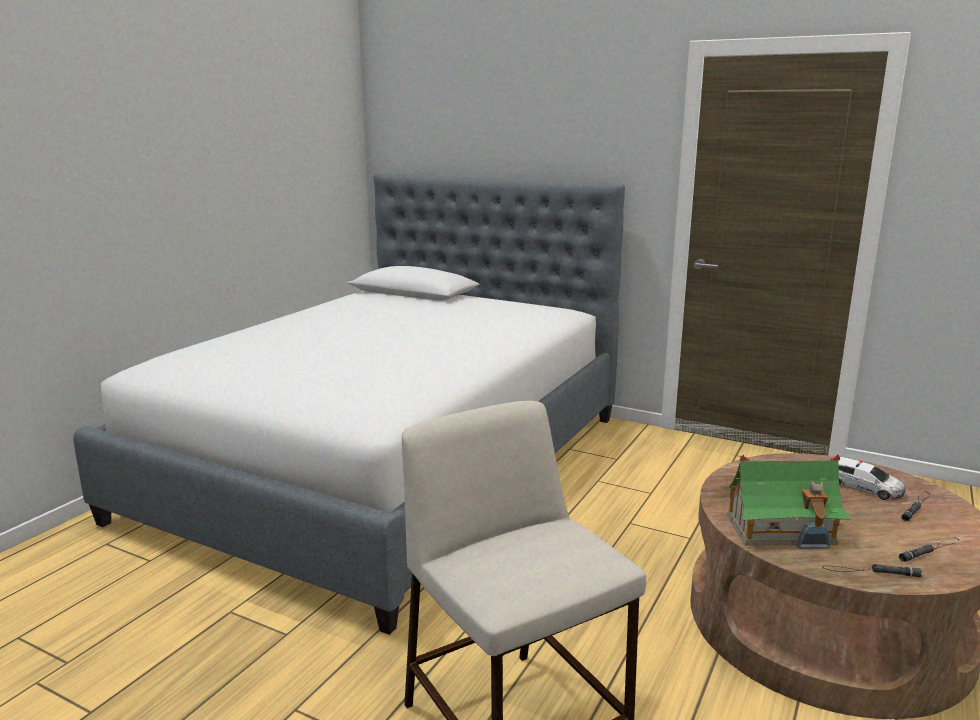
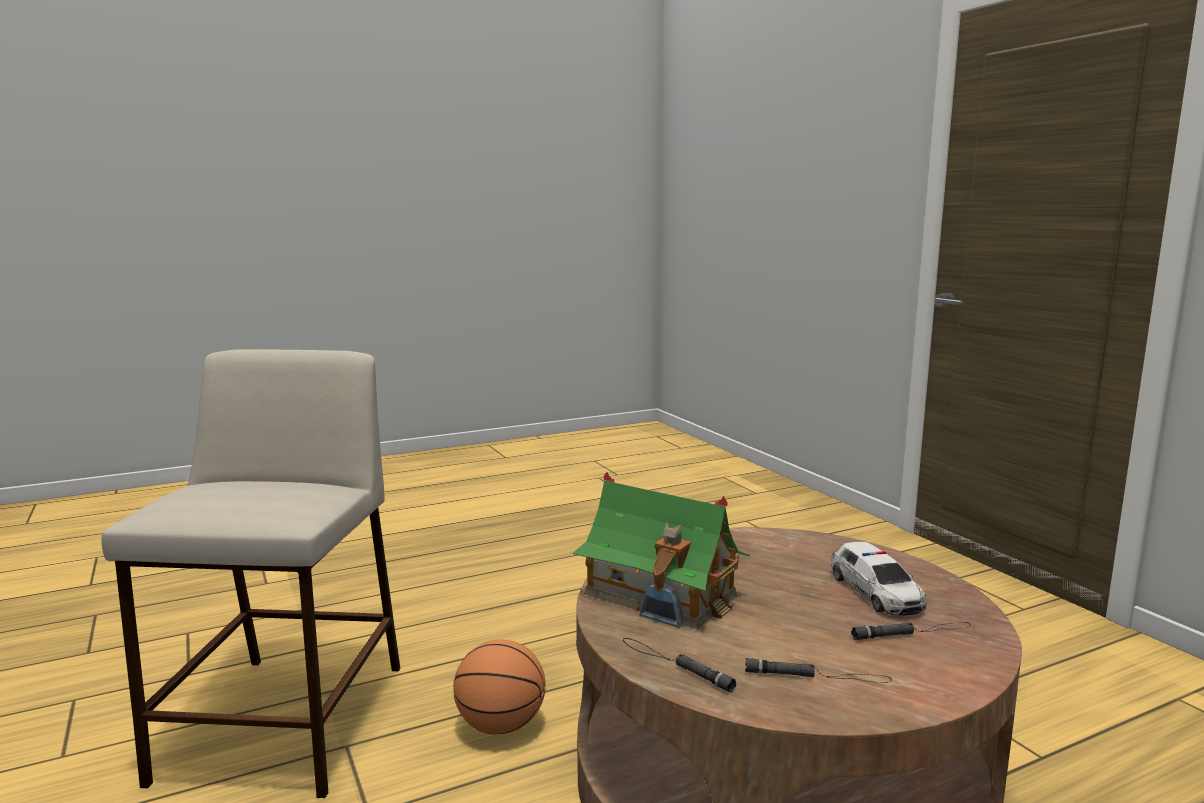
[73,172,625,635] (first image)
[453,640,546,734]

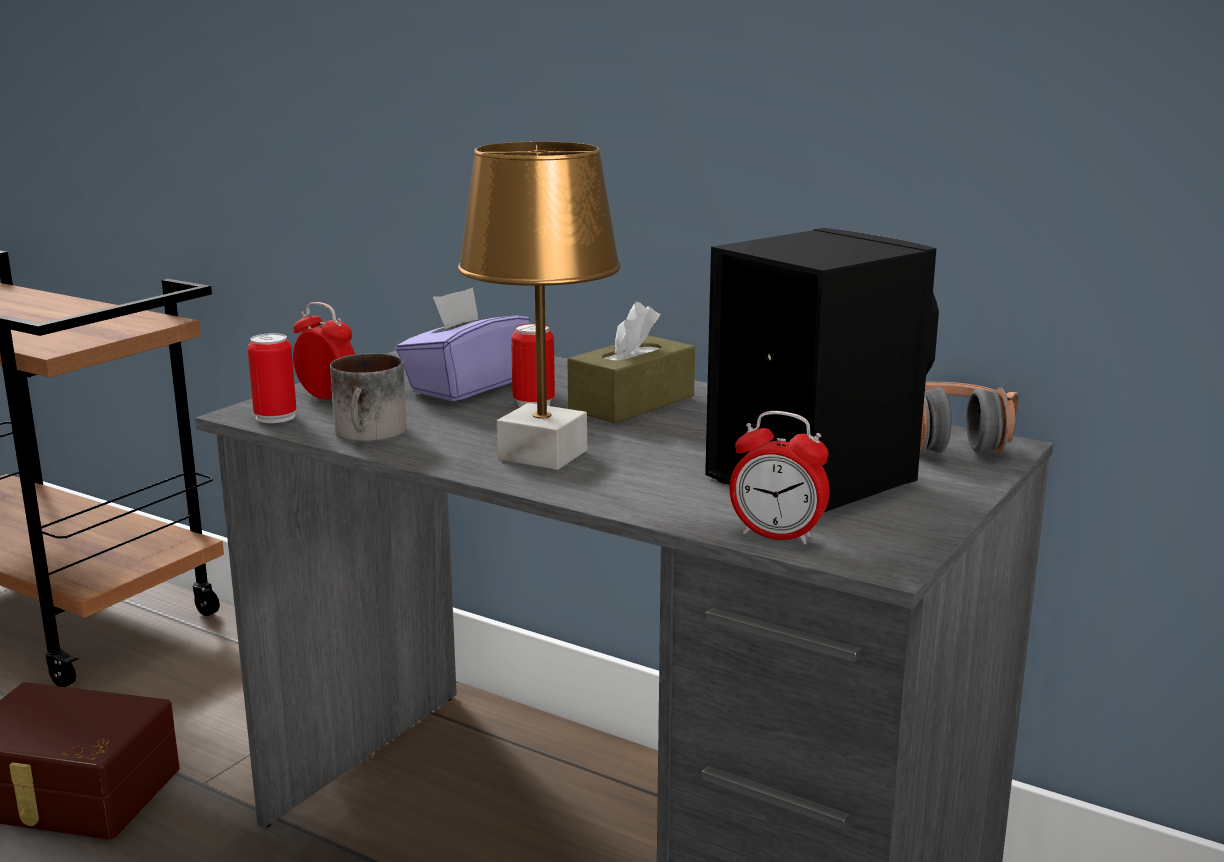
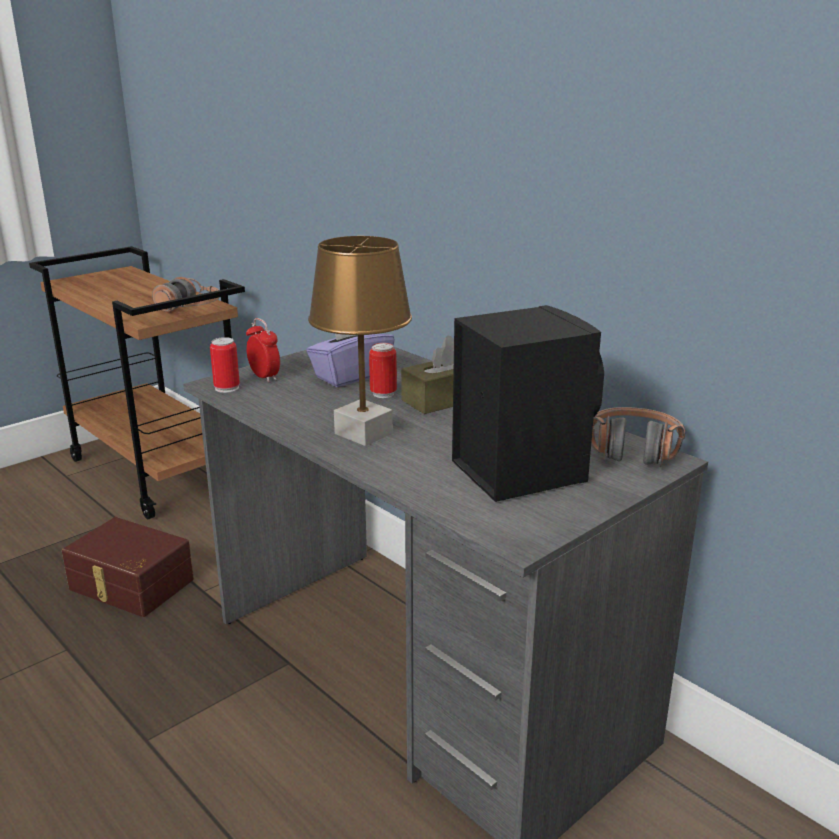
[330,353,407,442] (first image)
[730,411,830,545] (first image)
[152,277,220,312]

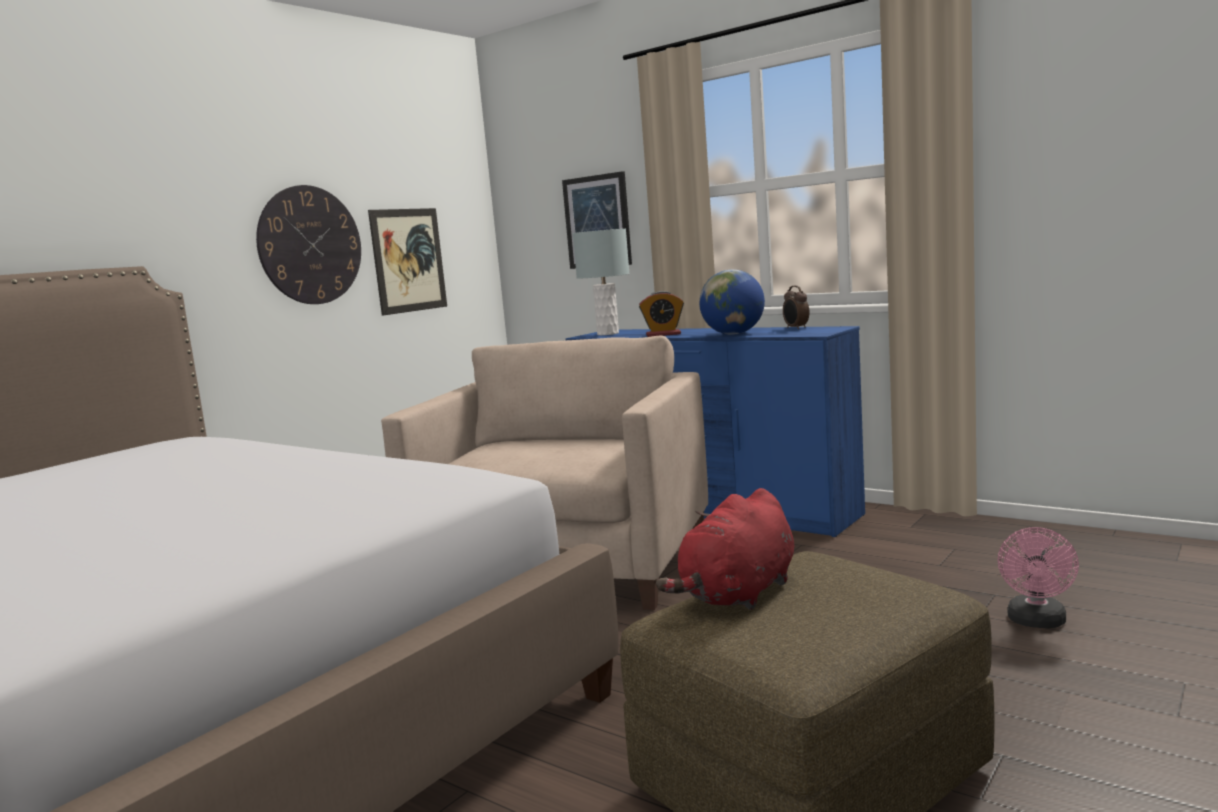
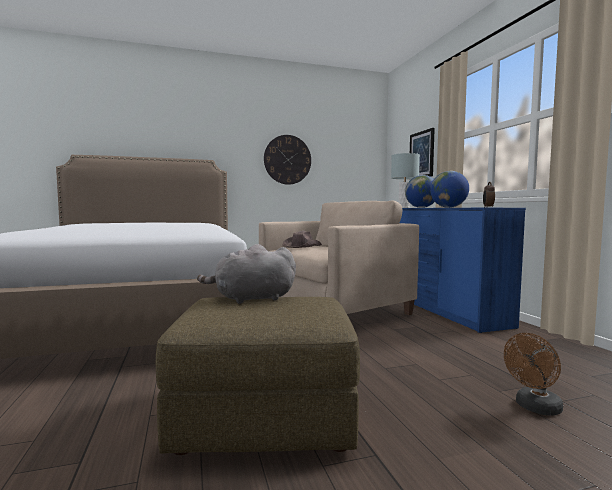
[368,208,447,316] (first image)
[282,231,322,248]
[405,175,435,208]
[197,244,296,304]
[504,333,563,416]

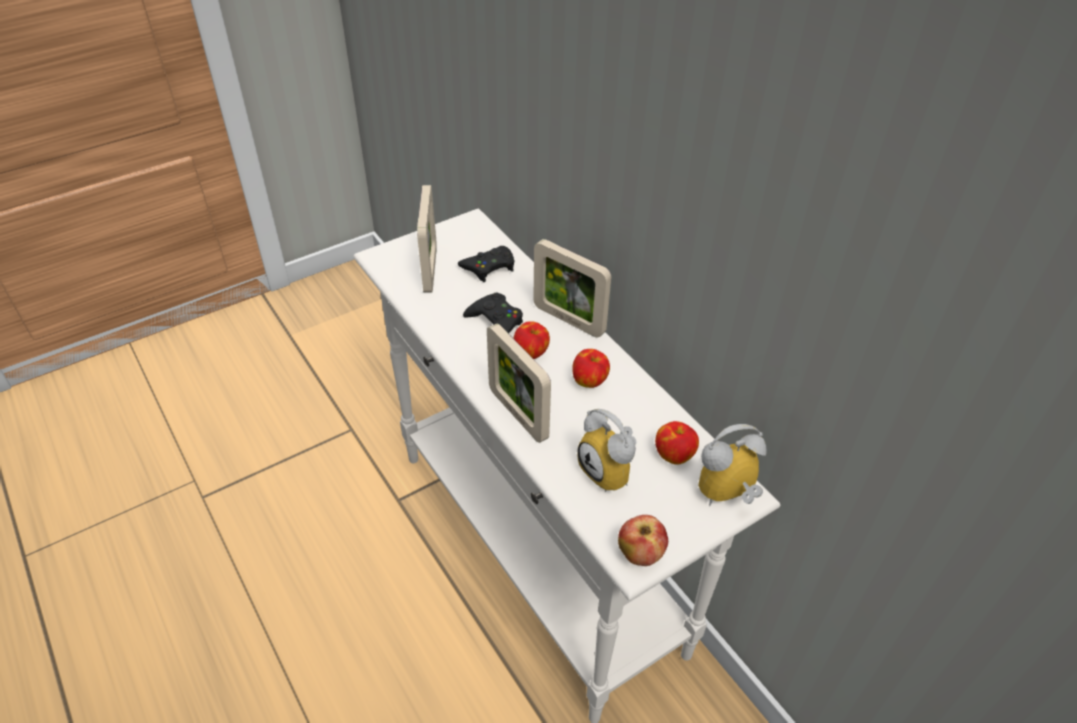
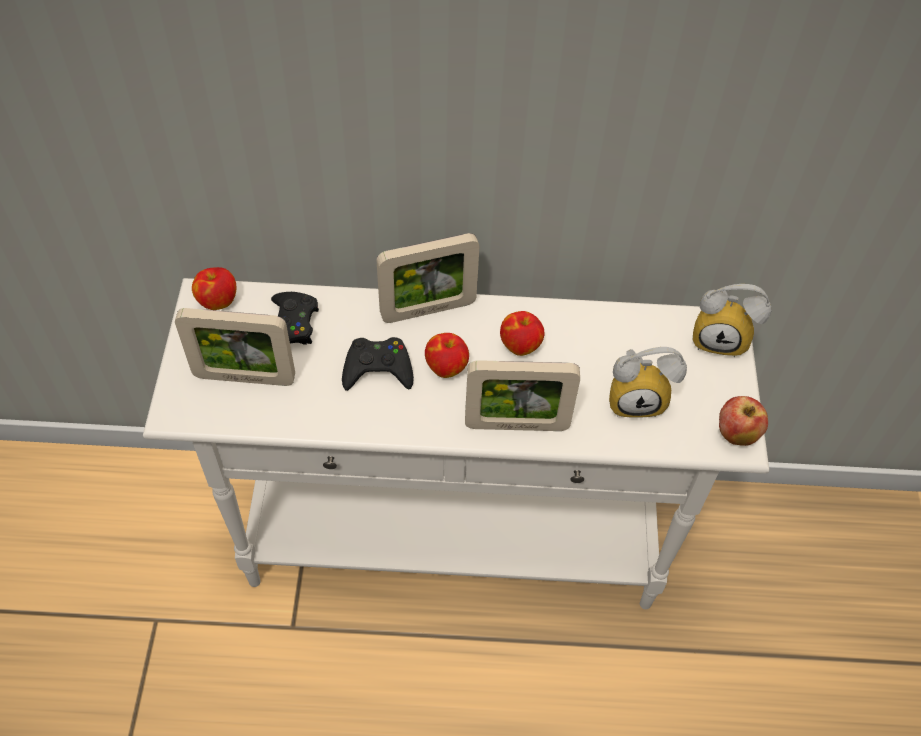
[192,267,237,310]
[175,308,295,386]
[693,284,772,358]

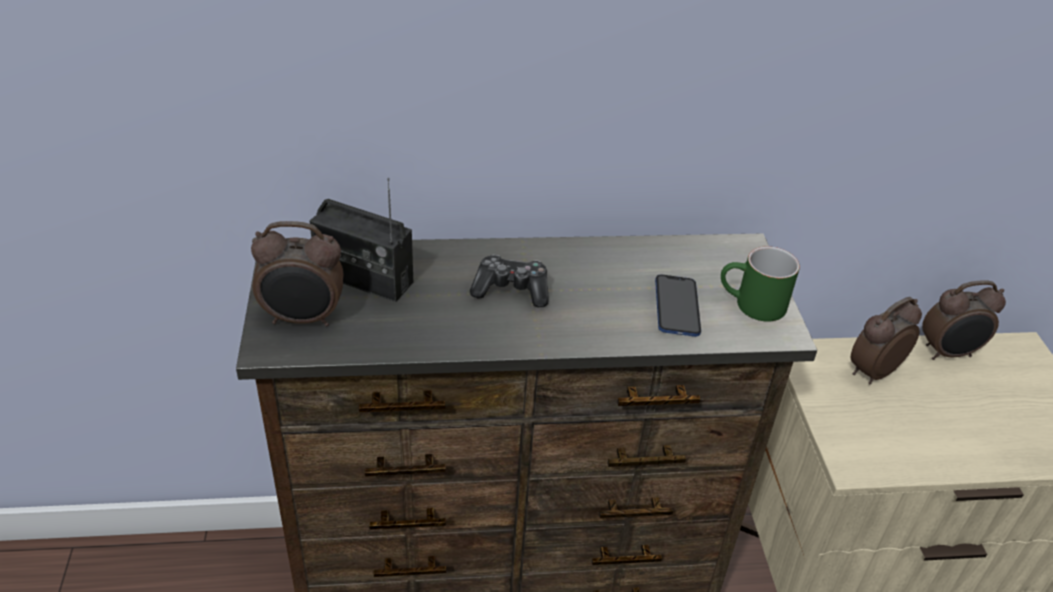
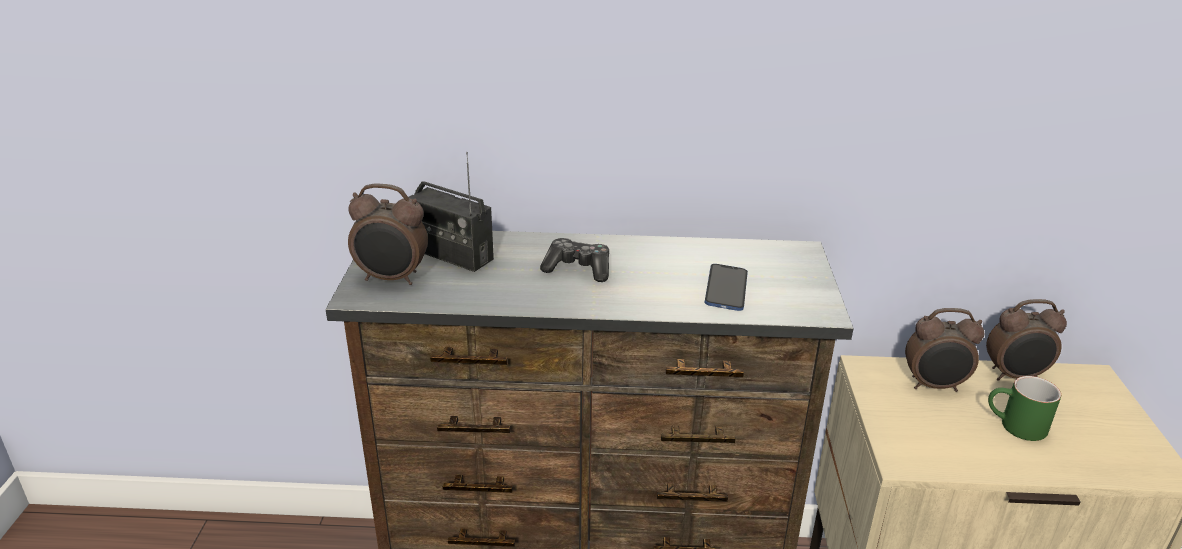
[988,376,1061,441]
[905,308,985,392]

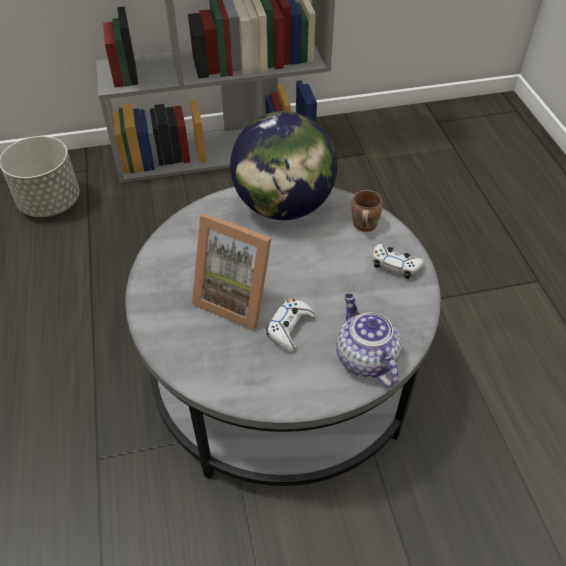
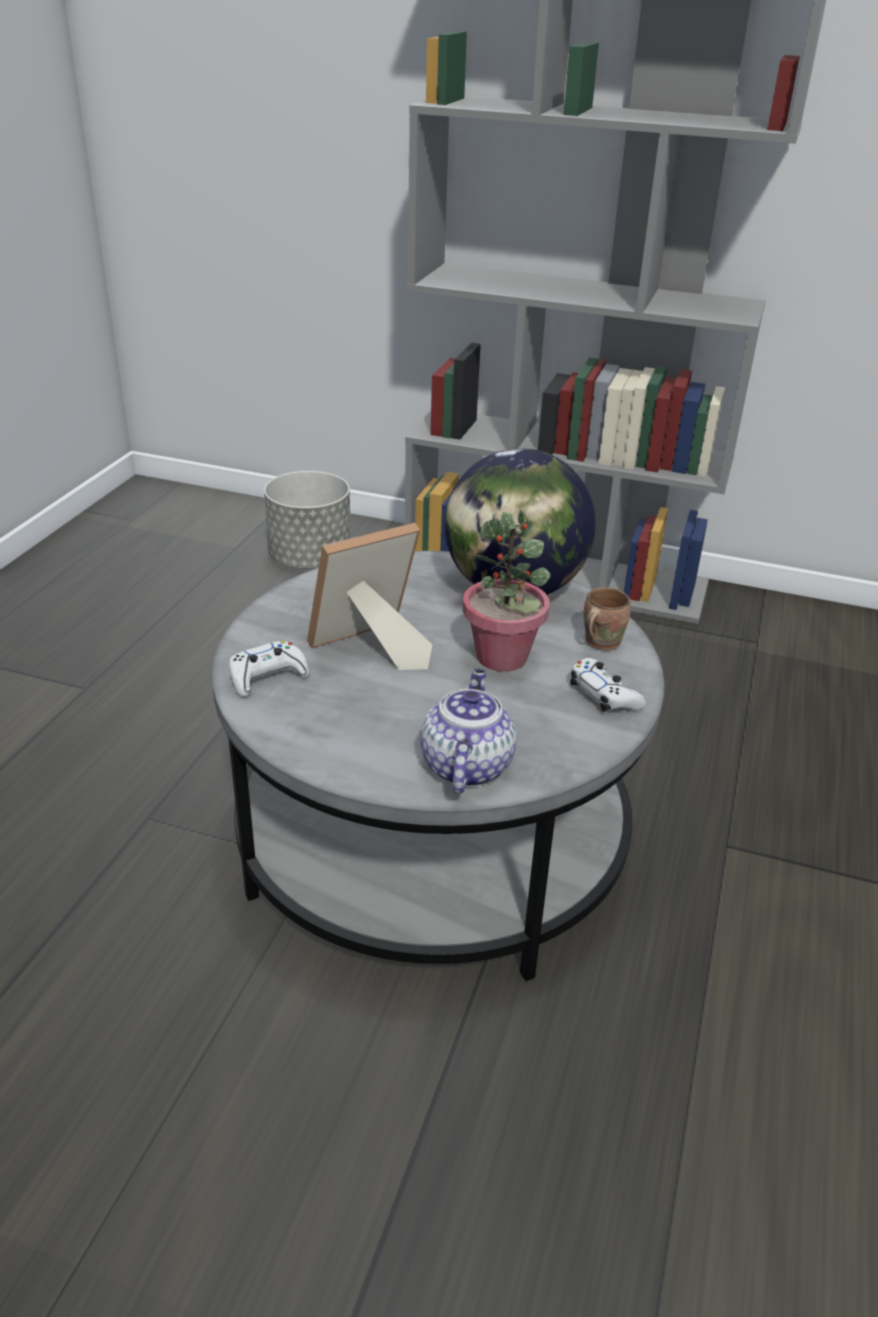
[463,510,551,672]
[229,640,309,697]
[307,523,432,670]

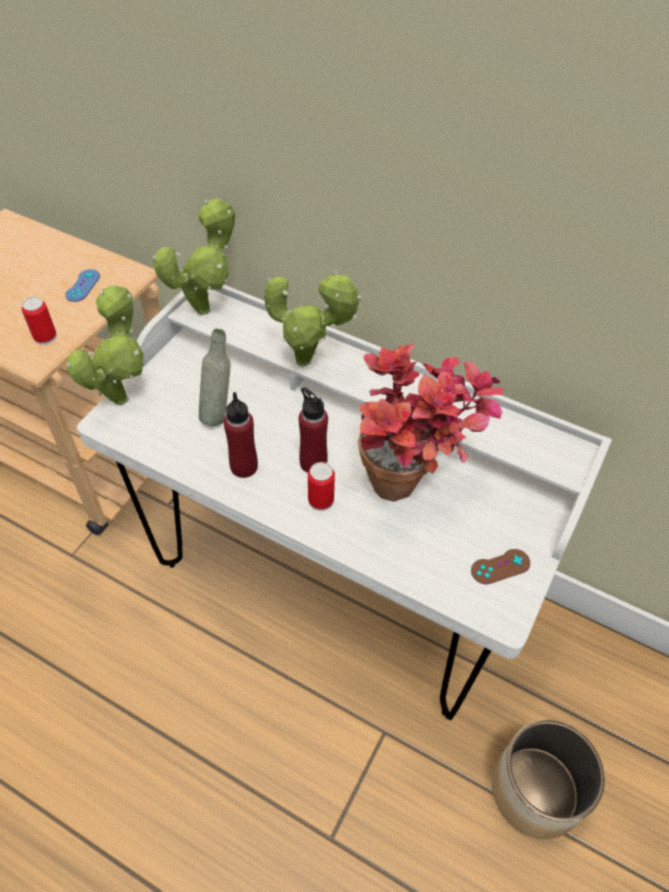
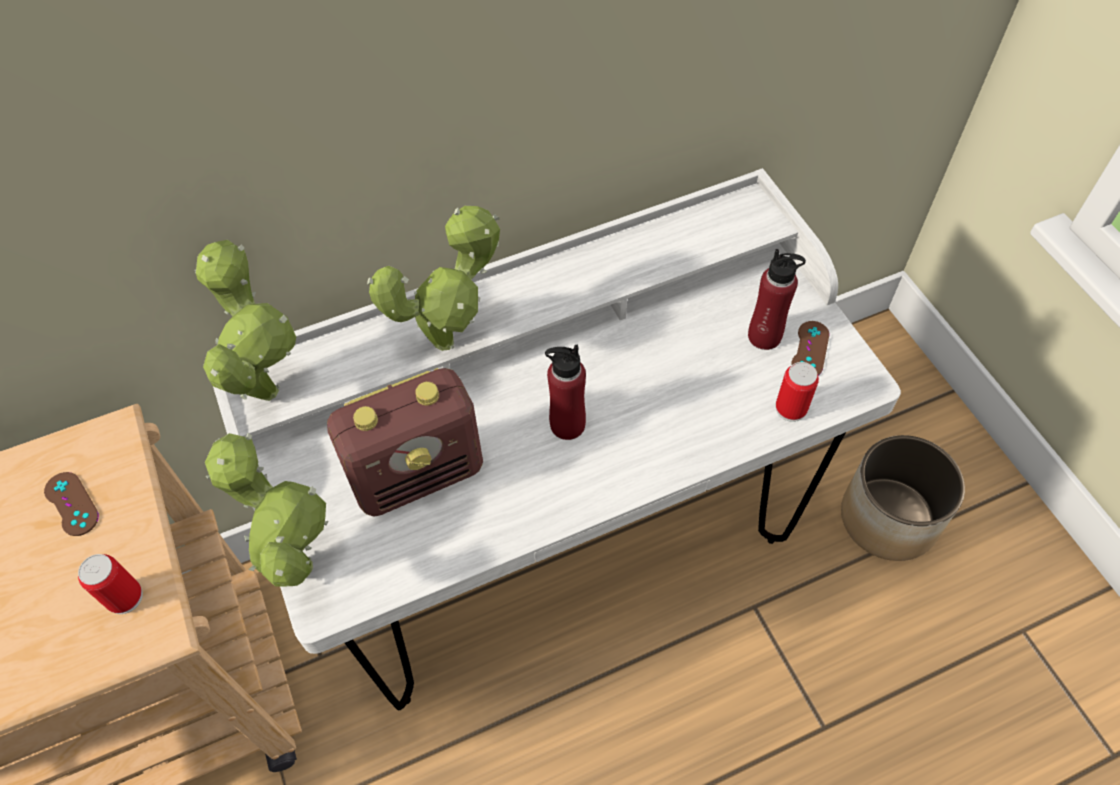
[358,344,503,502] (first image)
[748,249,806,350]
[776,362,819,422]
[327,368,483,517]
[44,472,99,536]

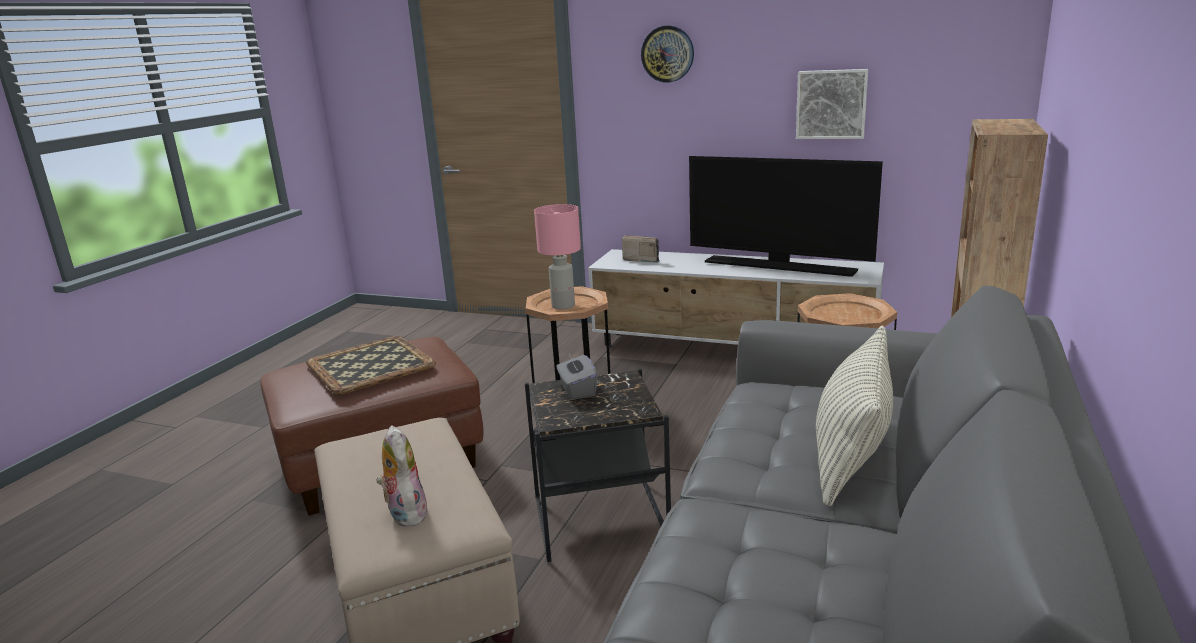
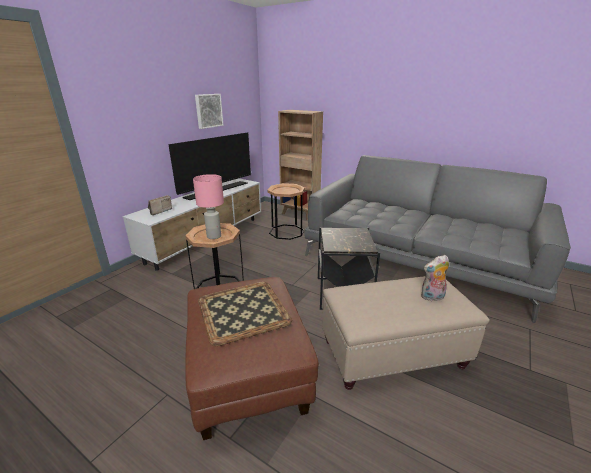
[556,354,597,400] (first image)
[641,25,694,83] (first image)
[816,326,893,506] (first image)

